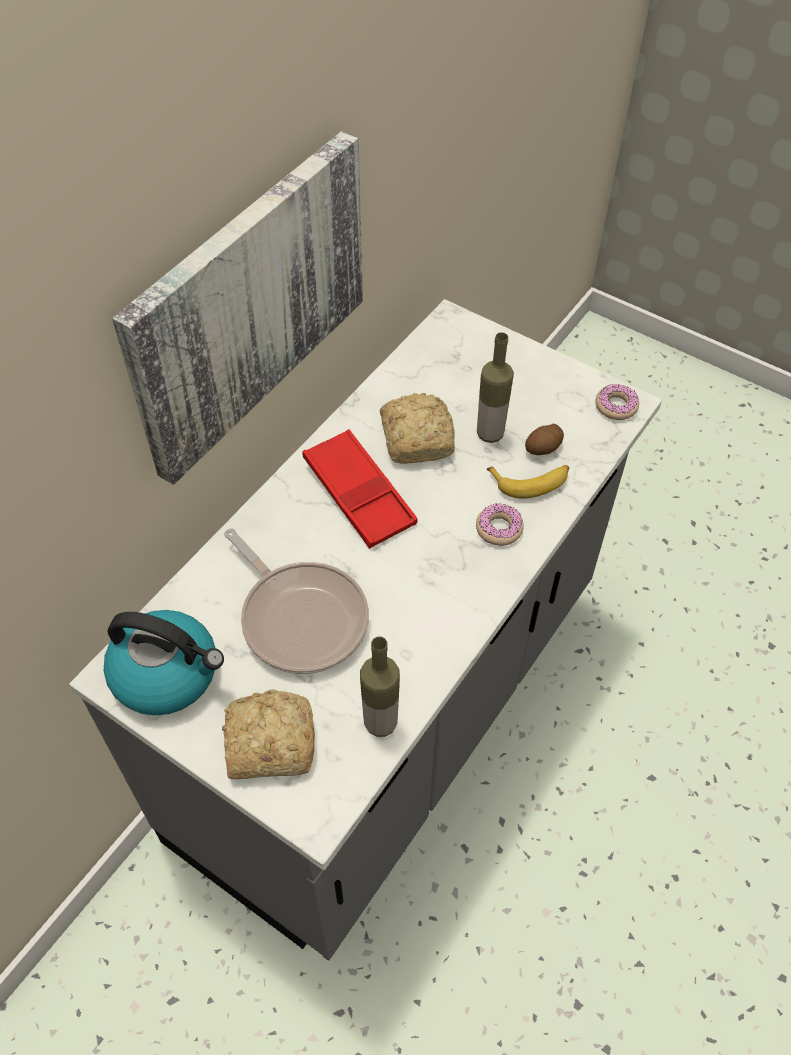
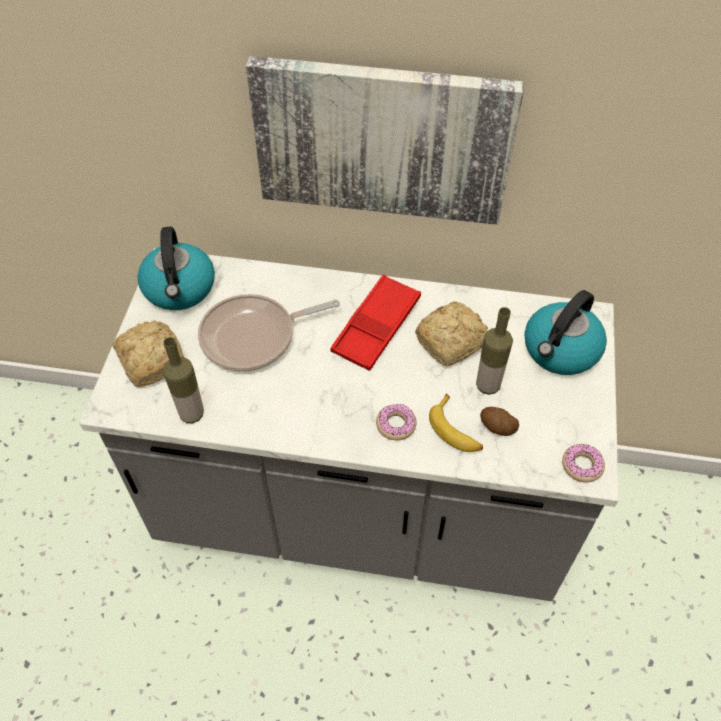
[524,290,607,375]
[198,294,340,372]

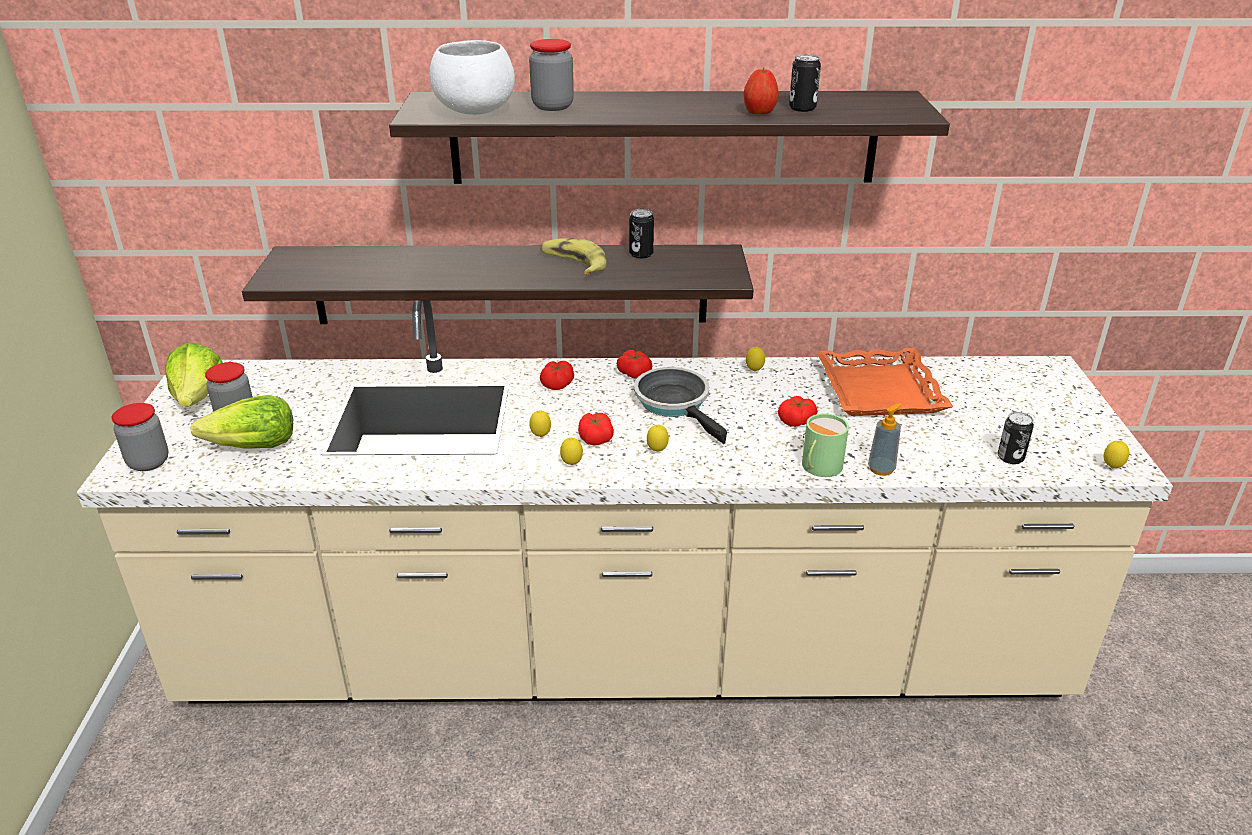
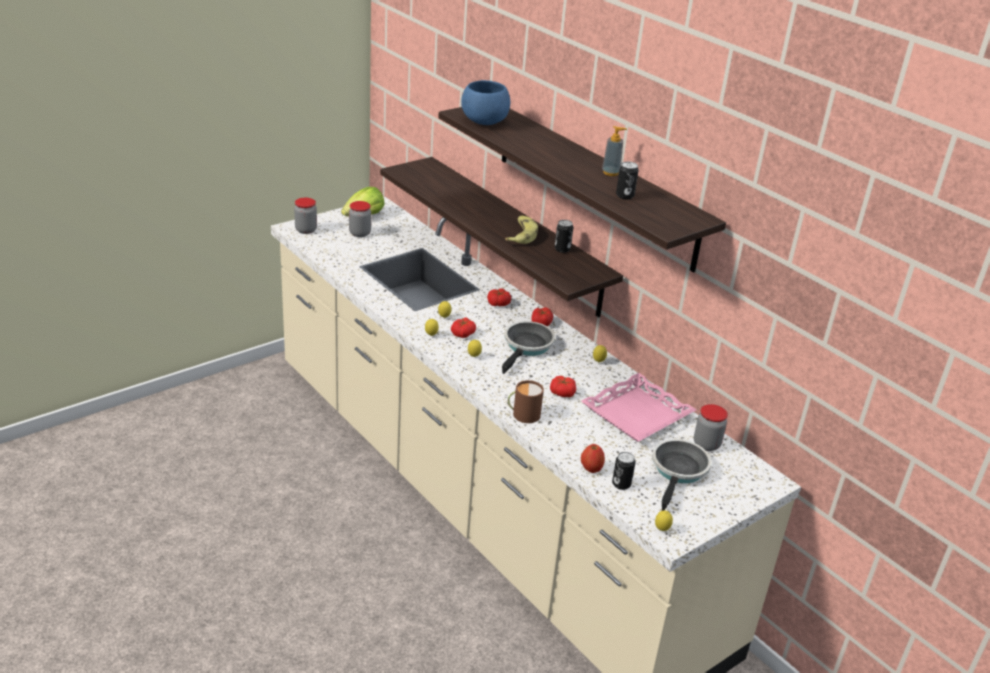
[191,395,293,449] (first image)
[652,439,712,511]
[694,404,728,451]
[581,444,605,473]
[602,126,627,176]
[461,80,510,125]
[508,380,544,423]
[581,373,697,442]

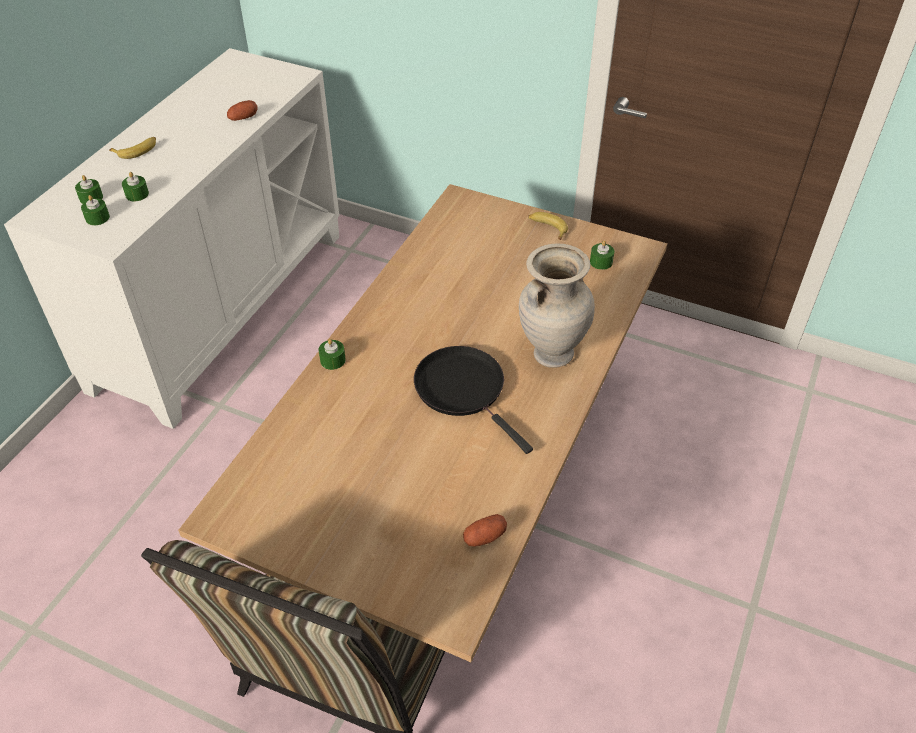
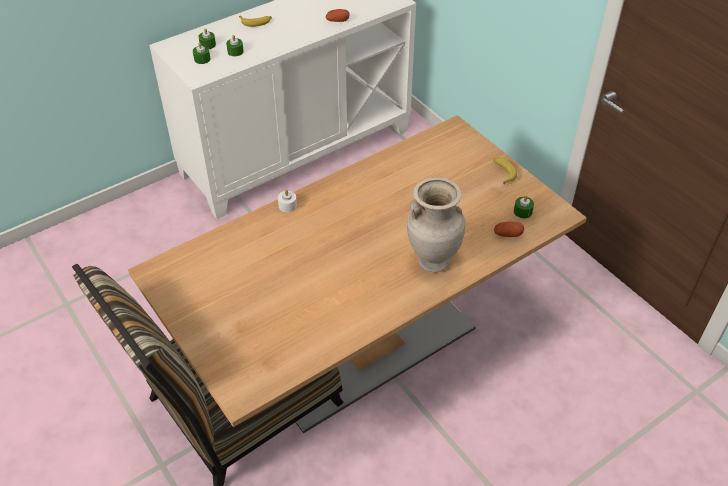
[414,346,533,454] (first image)
[494,222,524,237]
[278,190,297,212]

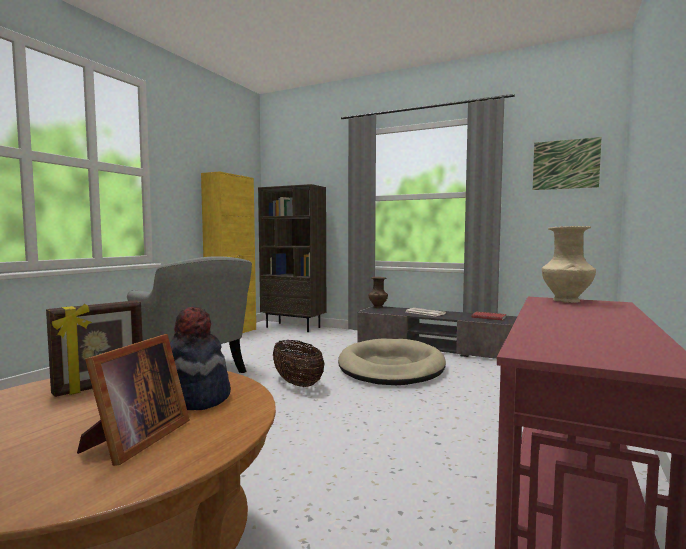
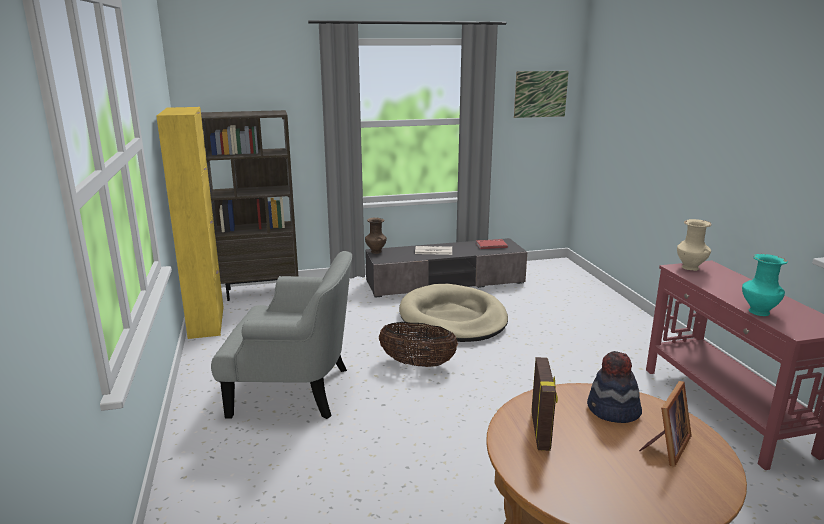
[742,254,788,316]
[639,381,692,467]

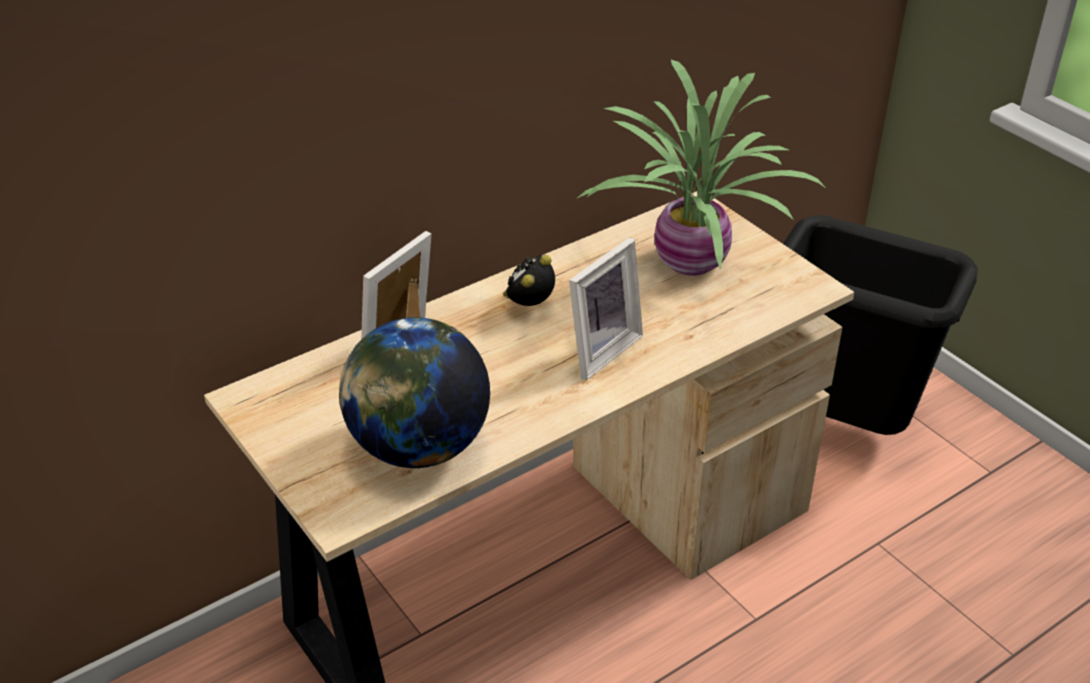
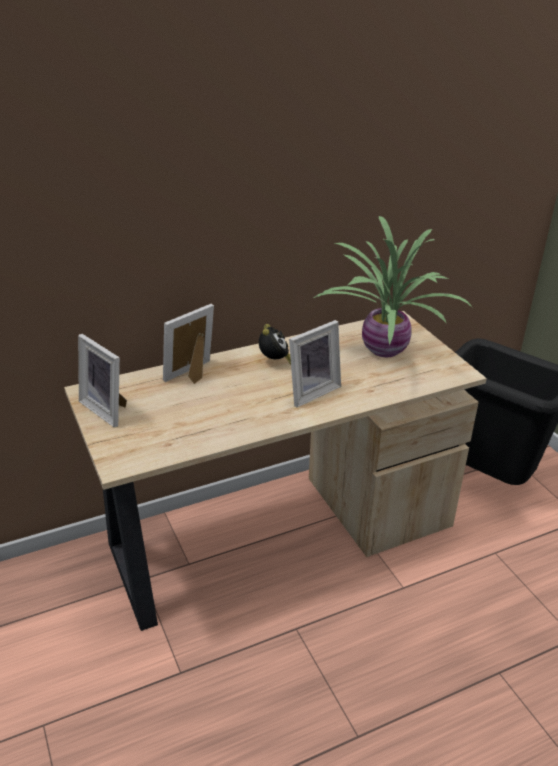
[339,317,490,468] (first image)
[78,334,127,428]
[259,324,291,365]

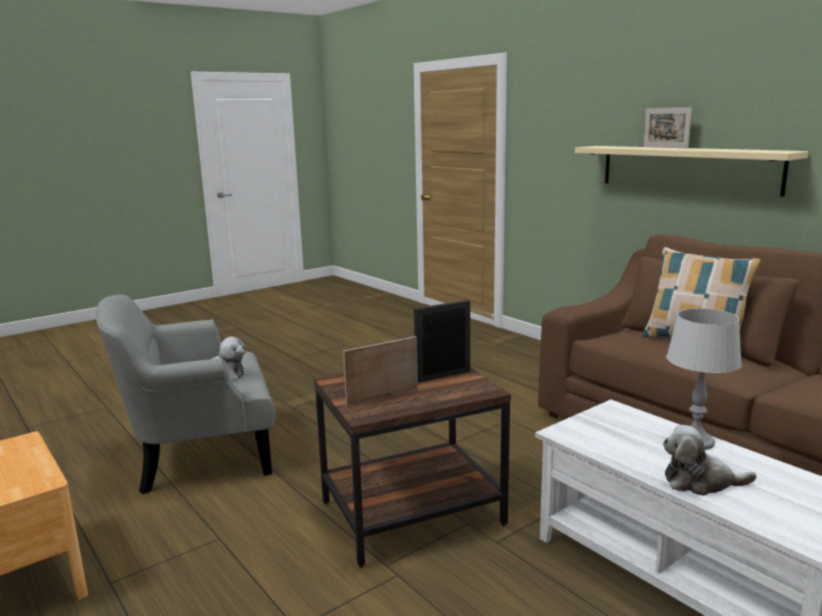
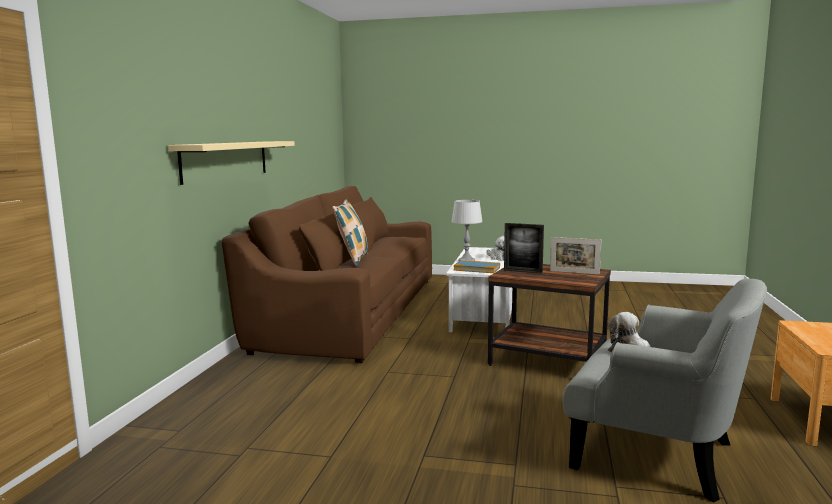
[643,107,692,148] (first image)
[453,260,500,273]

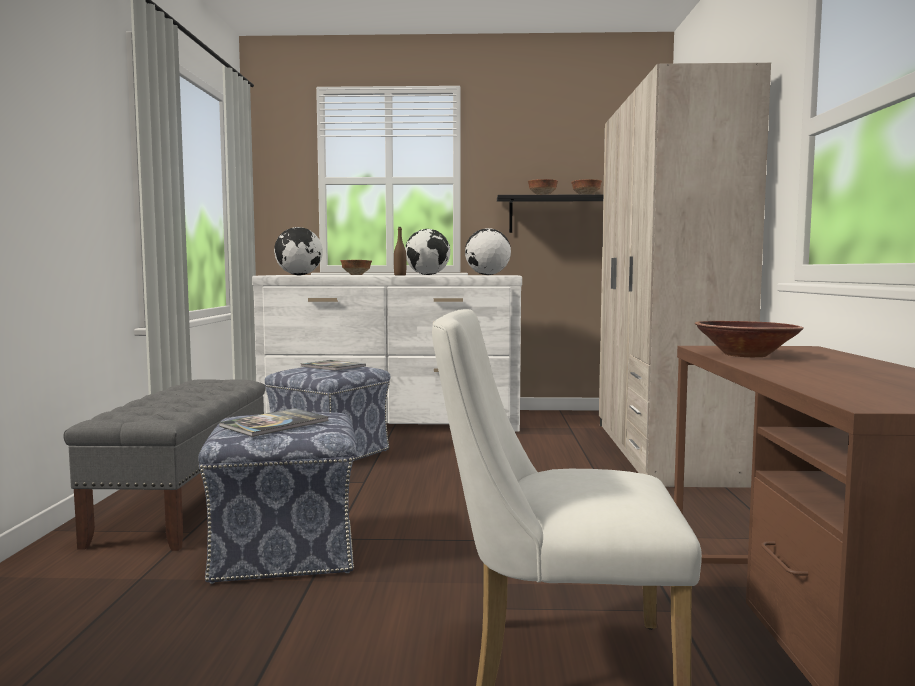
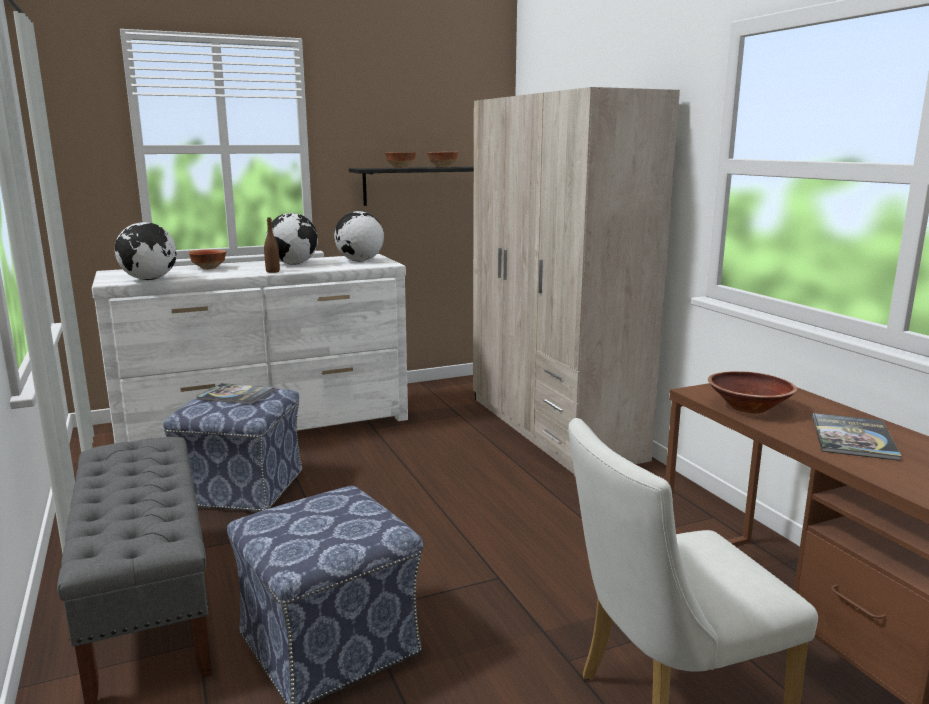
[812,413,901,461]

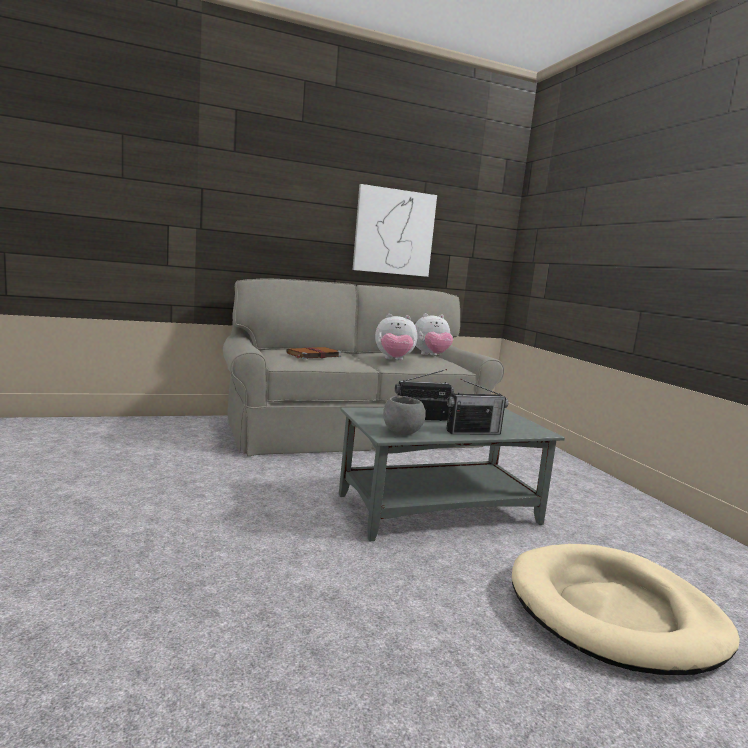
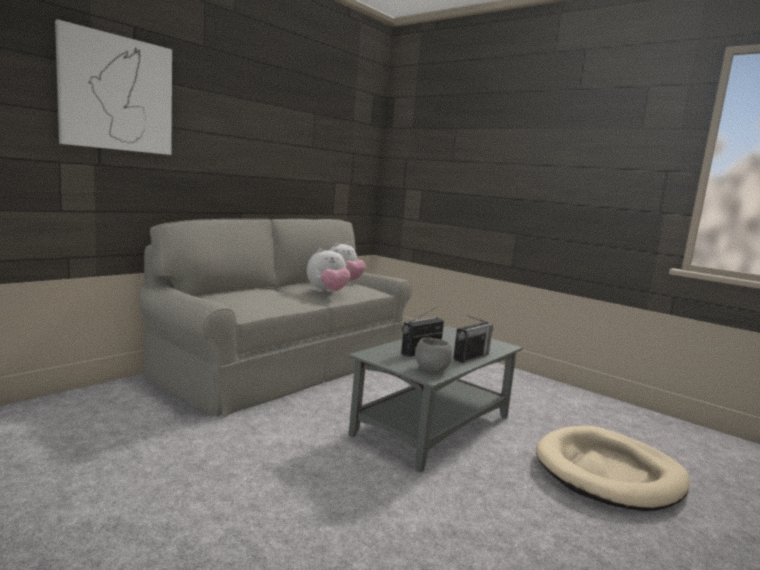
[286,347,341,359] (first image)
[55,19,172,155]

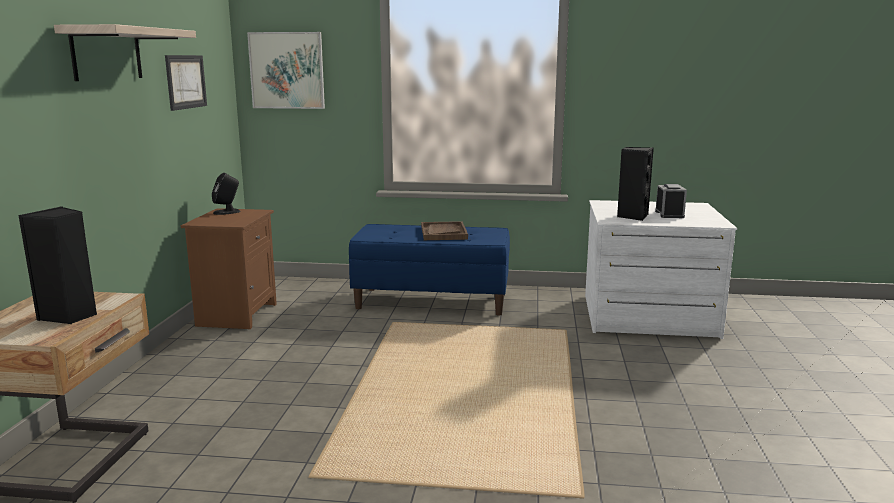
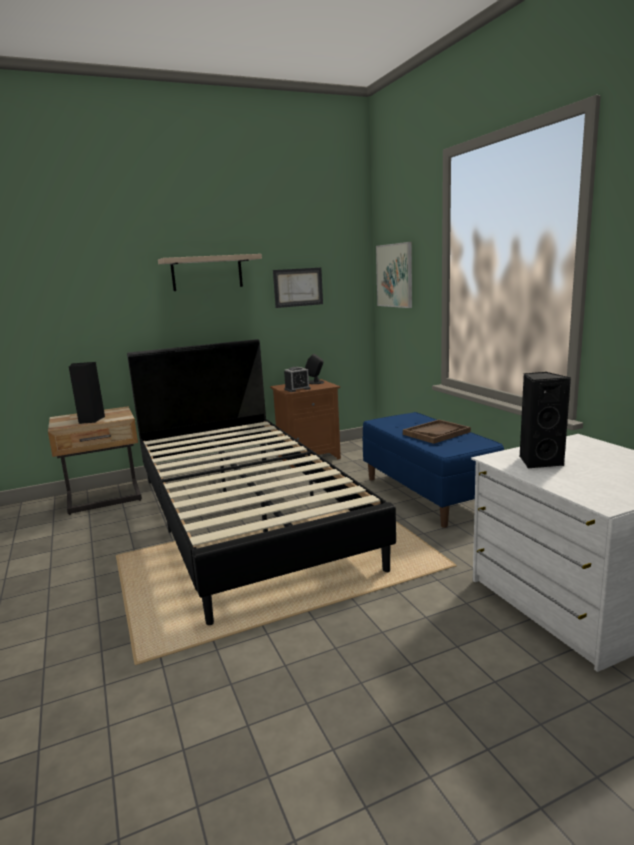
[127,339,396,625]
[284,367,311,392]

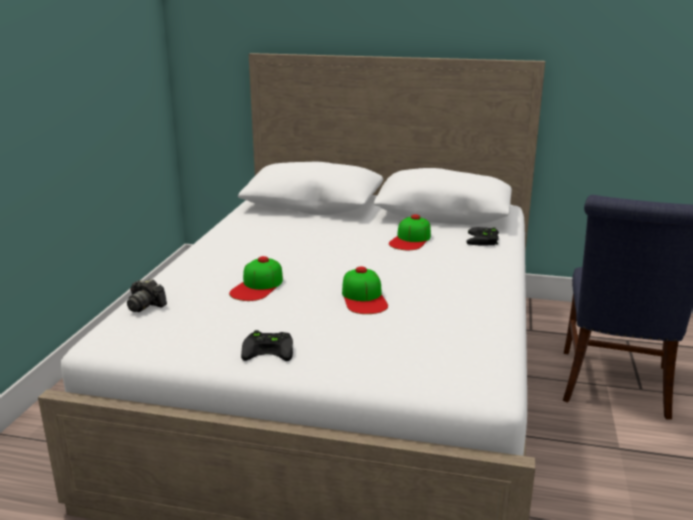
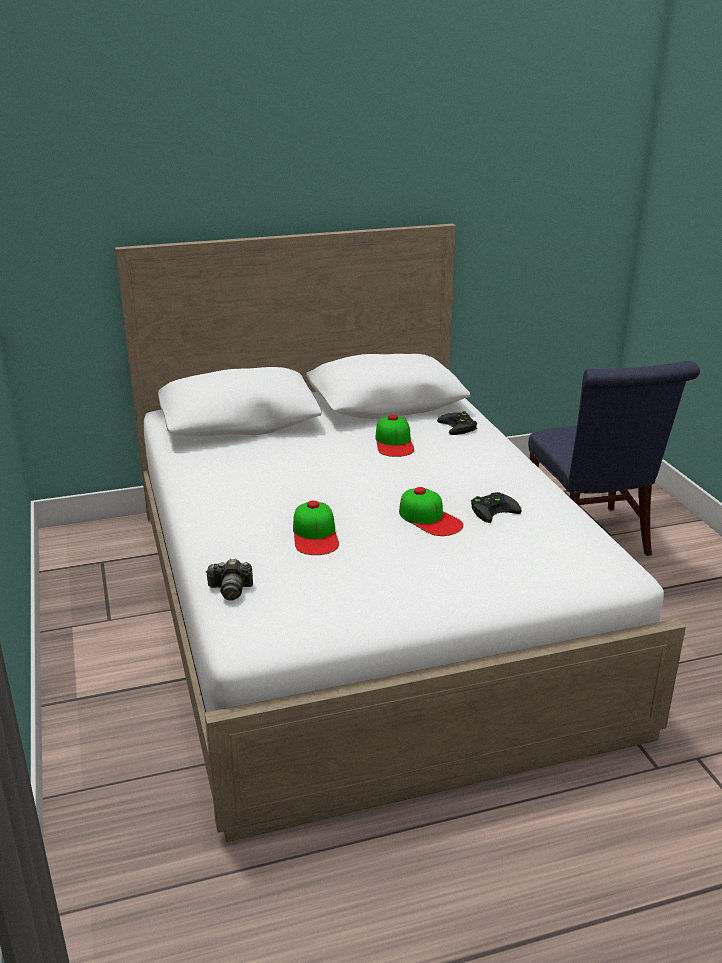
[471,492,522,523]

